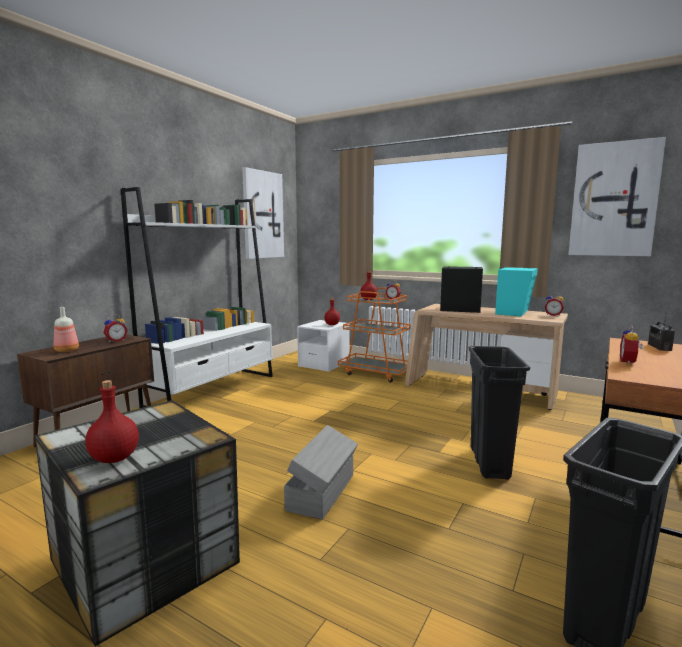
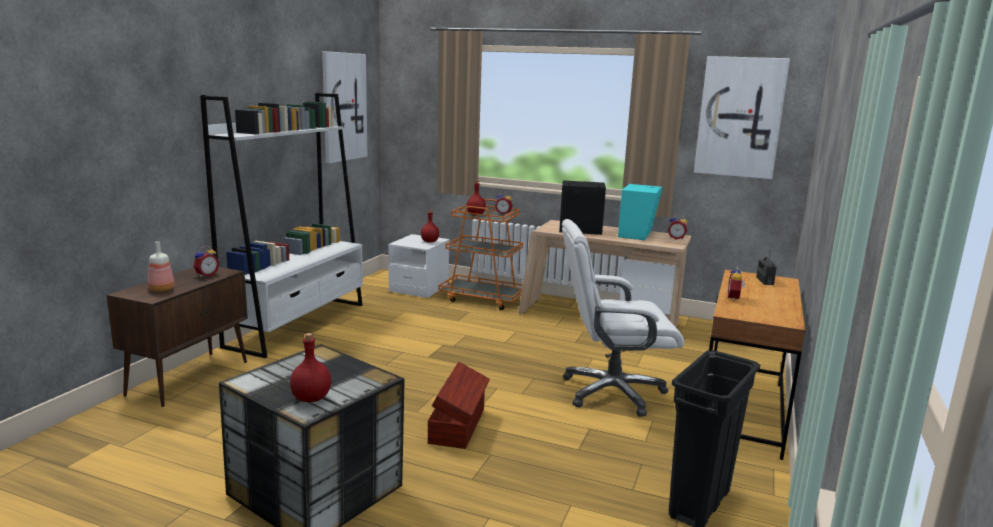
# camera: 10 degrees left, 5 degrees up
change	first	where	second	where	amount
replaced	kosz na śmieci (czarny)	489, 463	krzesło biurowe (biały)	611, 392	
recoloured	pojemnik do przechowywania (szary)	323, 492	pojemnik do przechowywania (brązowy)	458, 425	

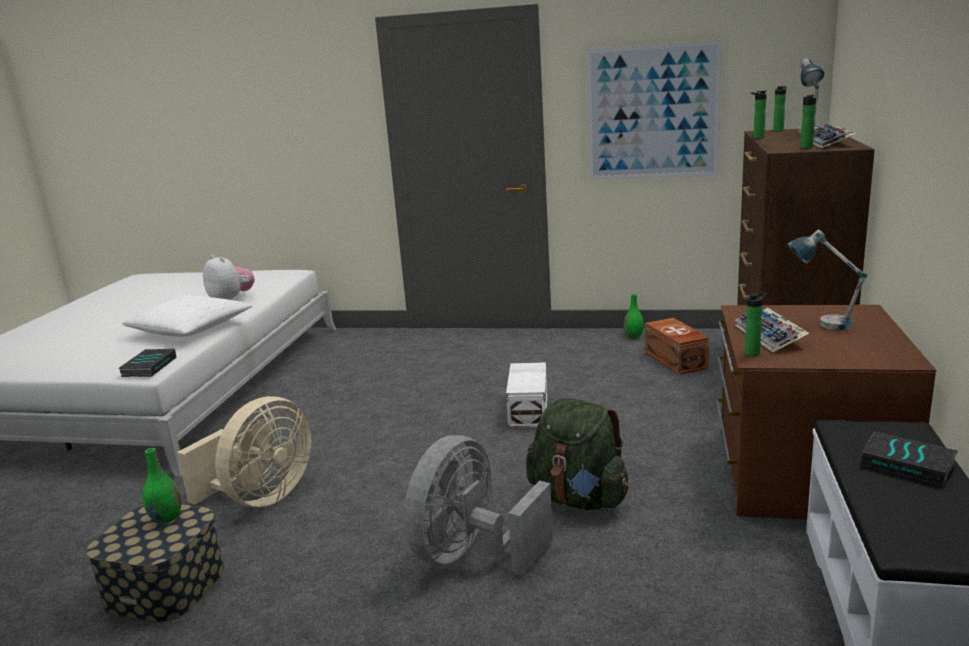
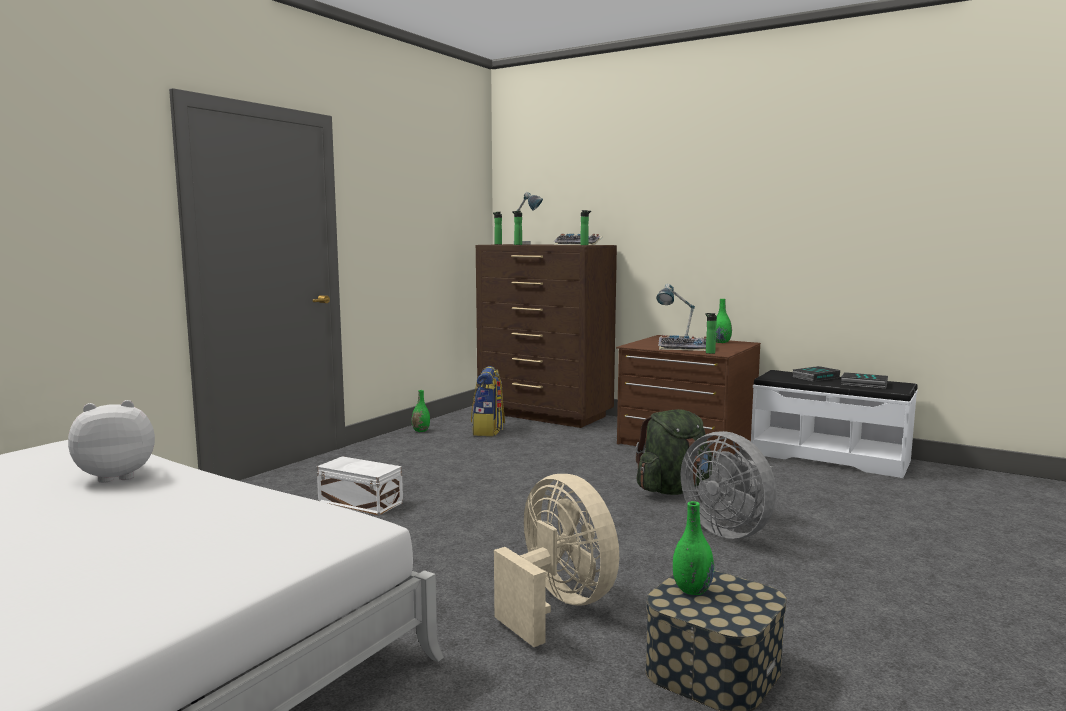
# camera: 70 degrees left, 10 degrees down
change	first	where	second	where	amount
removed	poduszka (biały)	191, 329			
removed	obraz	652, 112			
added			wazon (zielony)	721, 342	
moved	książka	148, 366		863, 384	
moved	pojemnik do przechowywania (biały)	529, 410		360, 502	
replaced	pojemnik do przechowywania (brązowy)	675, 360	plecak	488, 431	

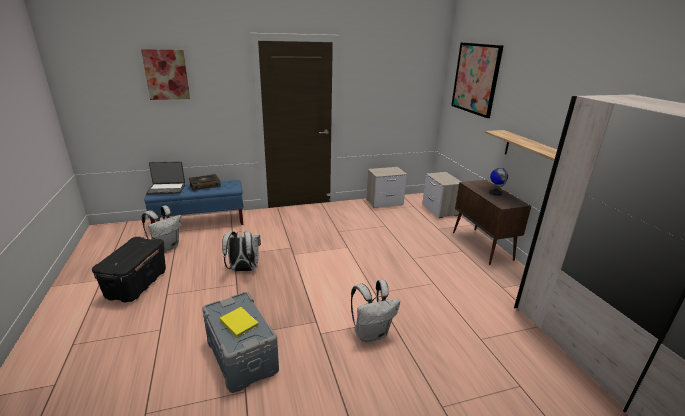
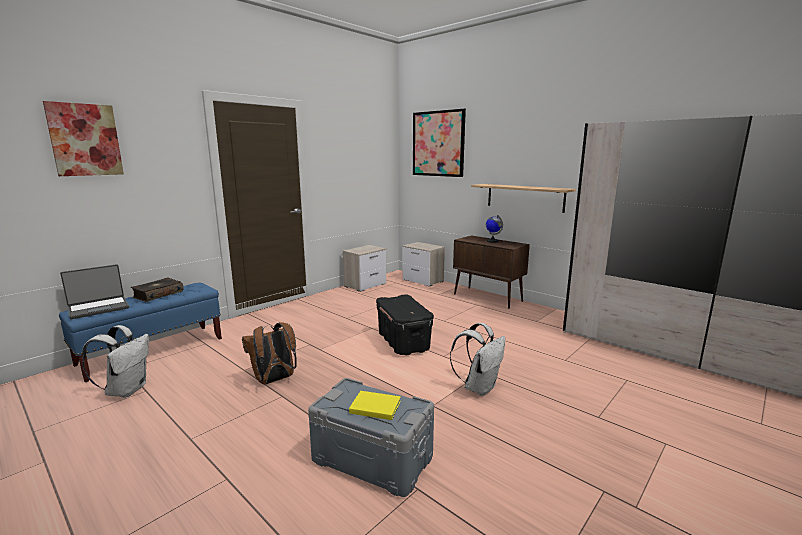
# camera: 30 degrees left, 10 degrees down
change	first	where	second	where	amount
moved	pojemnik do przechowywania (czarny)	137, 285		403, 342	
recoloured	plecak (biały)	243, 270	plecak (brązowy)	274, 380	

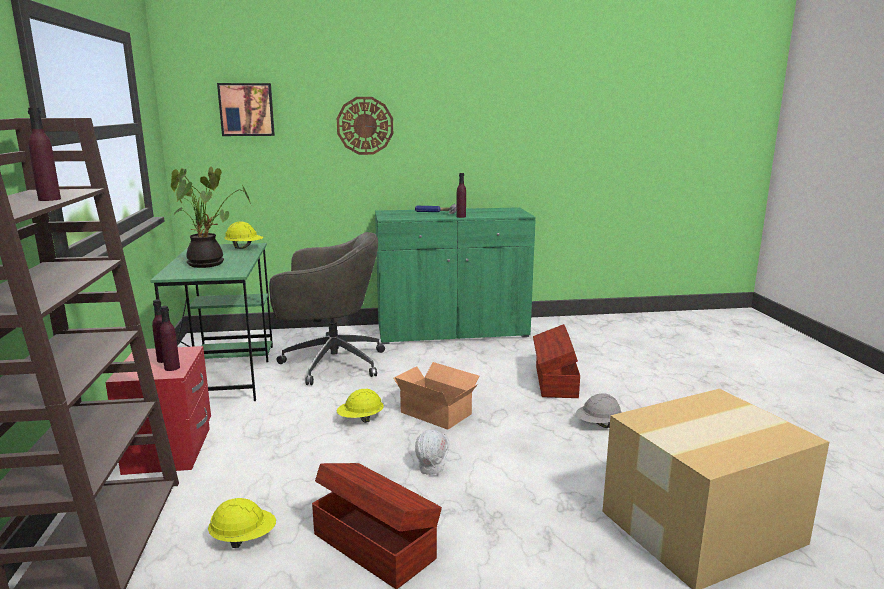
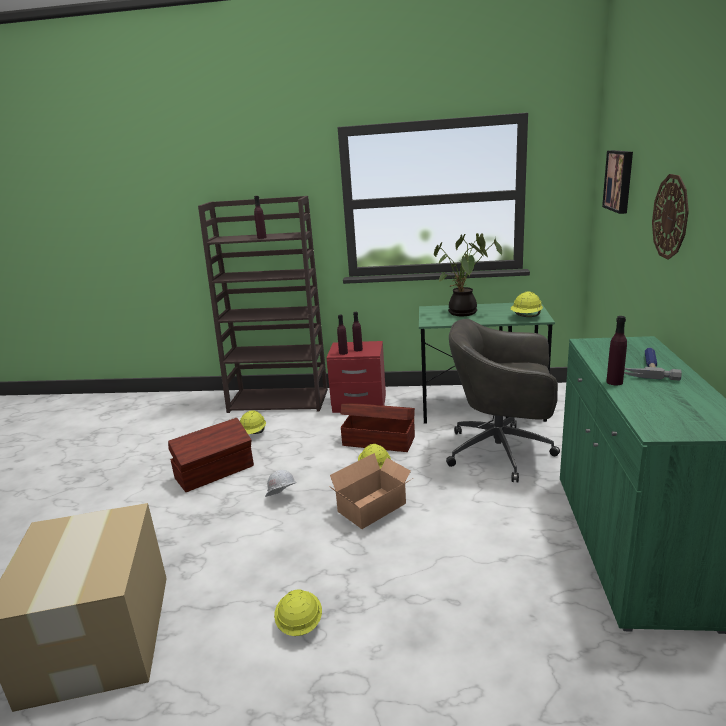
# camera: 105 degrees right, 5 degrees up
change	first	where	second	where	amount
moved	pojemnik do przechowywania (brązowy)	554, 381		378, 440	
recoloured	kask (szary)	598, 425	kask (żółty)	299, 624	
turned	krzesło biurowe (szary)	330, 363		502, 452	90 degrees clockwise

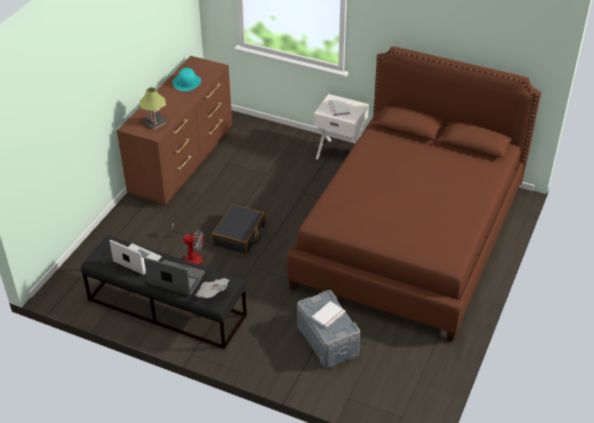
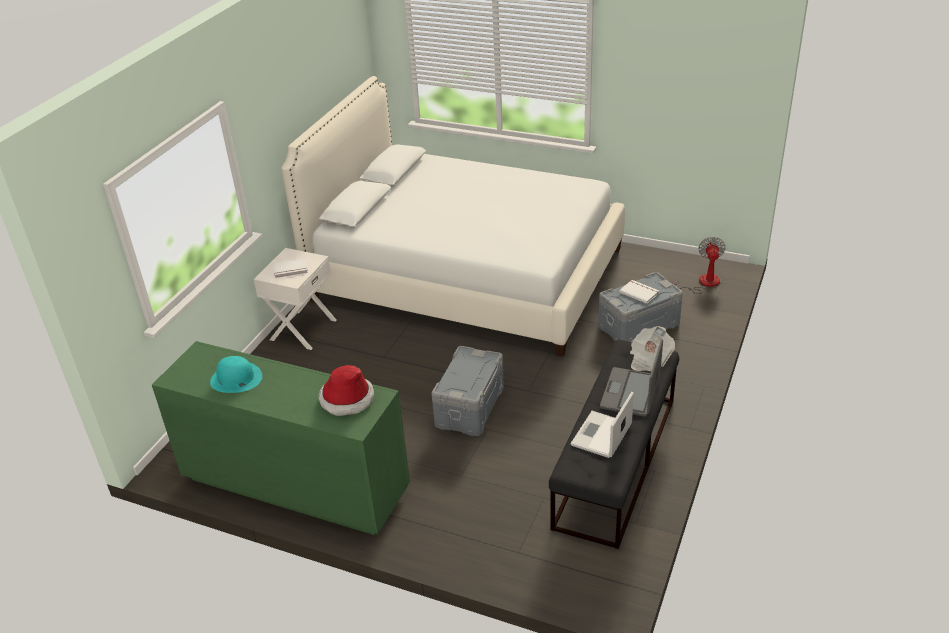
# camera: 90 degrees left, 5 degrees down
change	first	where	second	where	amount
moved	wentylator	190, 256		703, 283	
replaced	lampa stołowa	155, 122	kapelusz	347, 399	
replaced	walizka (czarny)	240, 235	pojemnik do przechowywania (szary)	469, 407	
recoloured	komoda (brązowy)	183, 161	komoda (zielony)	295, 485	
recoloured	łóżko (brązowy)	410, 237	łóżko (biały)	467, 275	

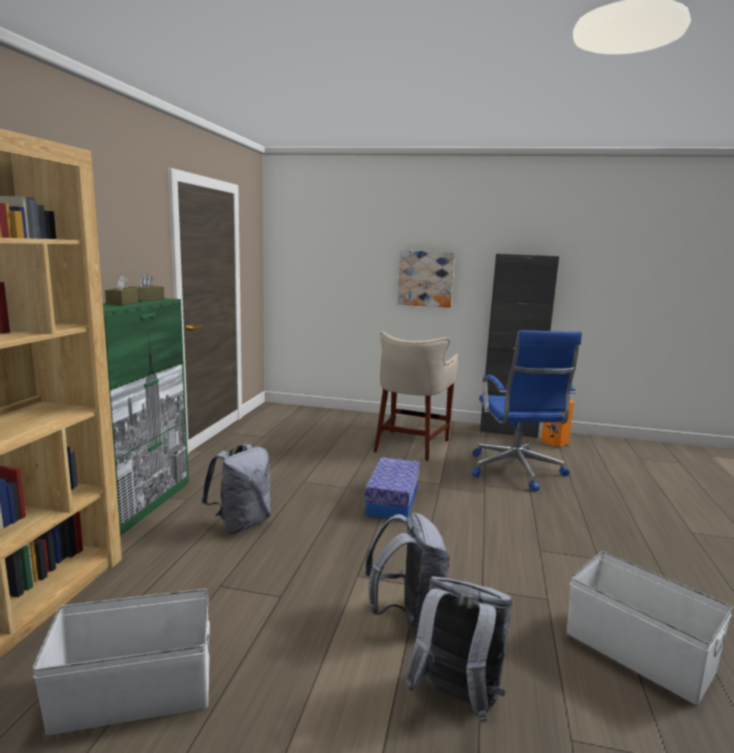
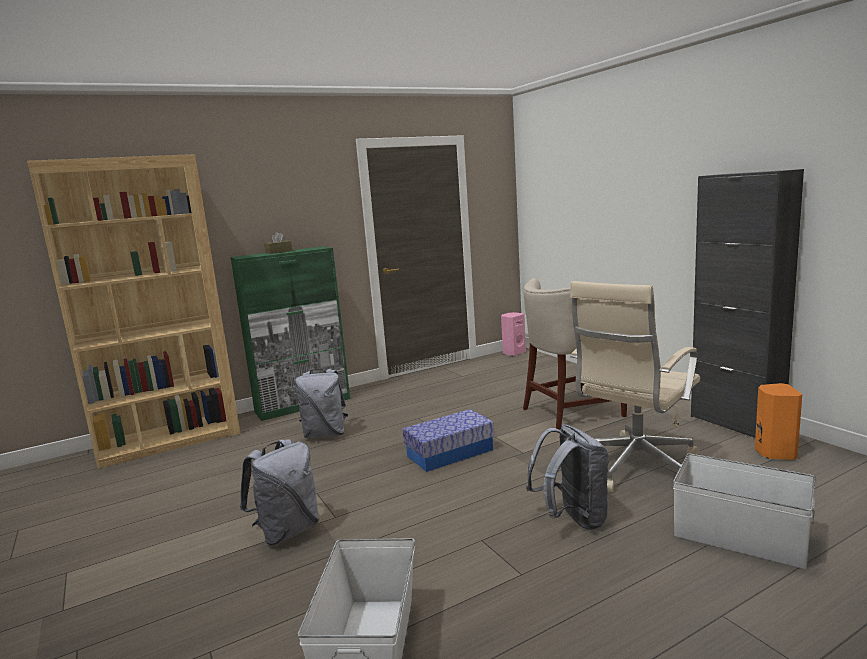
# camera: 50 degrees right, 0 degrees up
change	first	where	second	where	amount
removed	pudełko chusteczek (brązowy)	147, 299			
removed	obraz	425, 278			
added			głośnik (różowy)	513, 353	
moved	pojemnik do przechowywania (biały)	134, 692		739, 536	
moved	plecak (szary)	455, 700		572, 519	
recoloured	krzesło biurowe (niebieski)	515, 471	krzesło biurowe (beżowy)	634, 467	

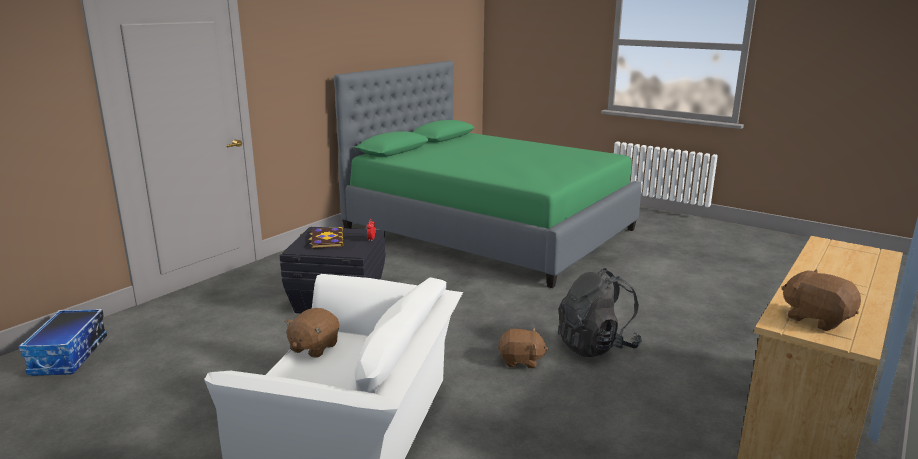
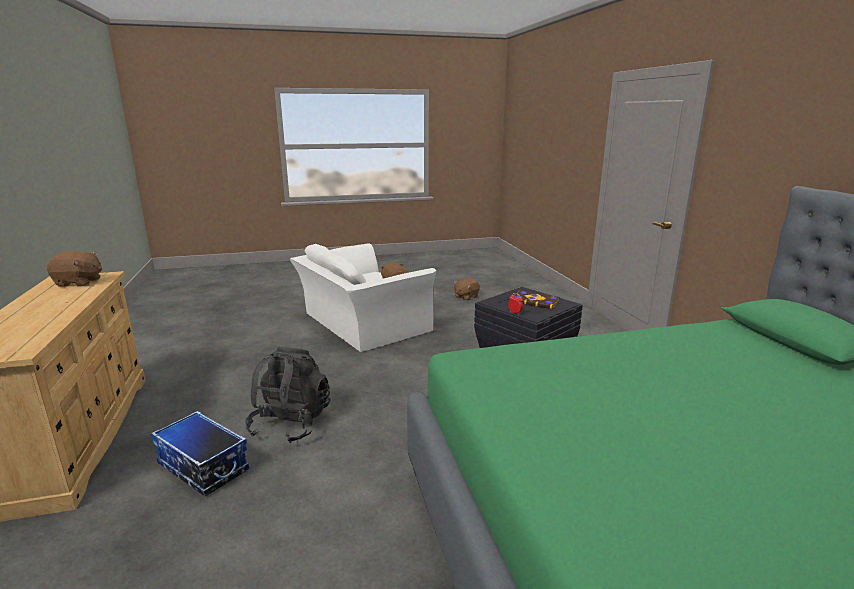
# camera: 130 degrees right, 0 degrees up
change	first	where	second	where	amount
moved	pojemnik do przechowywania	70, 356		202, 467	
moved	pluszak (brązowy)	521, 361		466, 297	

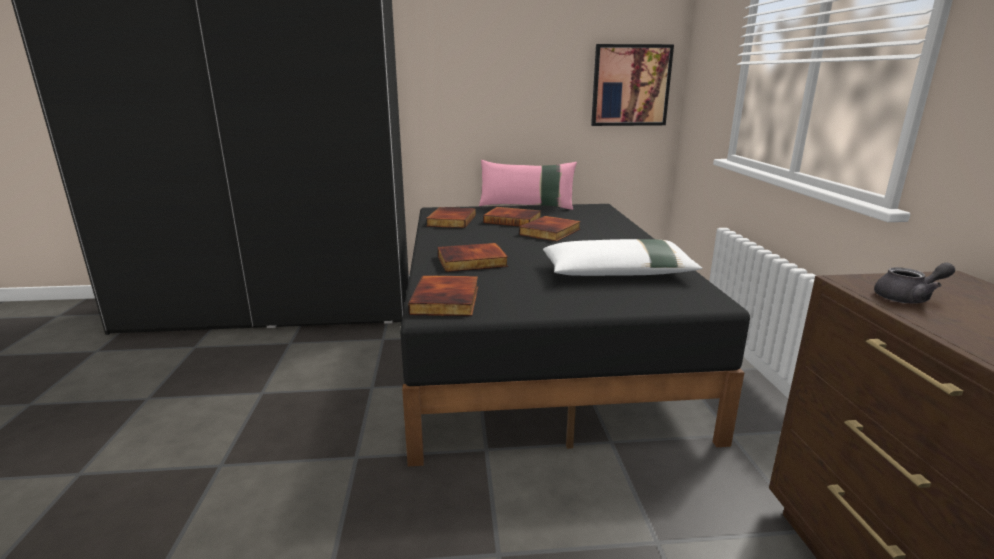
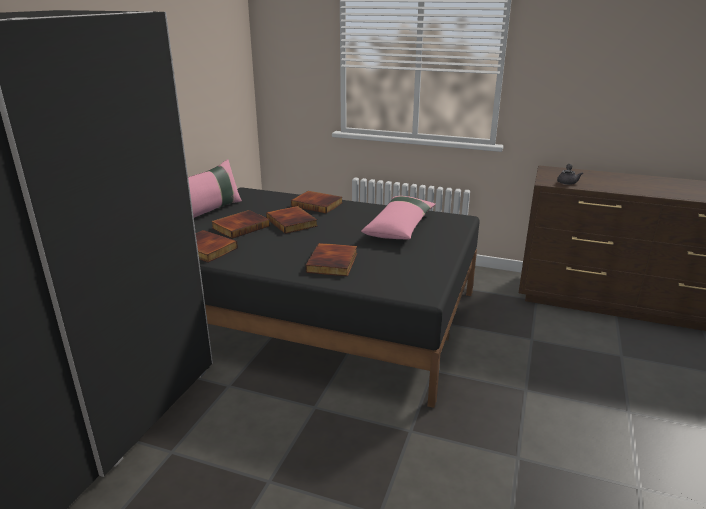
# camera: 65 degrees left, 5 degrees up
change	first	where	second	where	amount
removed	obraz	630, 85			
moved	książka	447, 300		317, 204	
recoloured	poduszka (biały)	618, 273	poduszka (różowy)	400, 226	

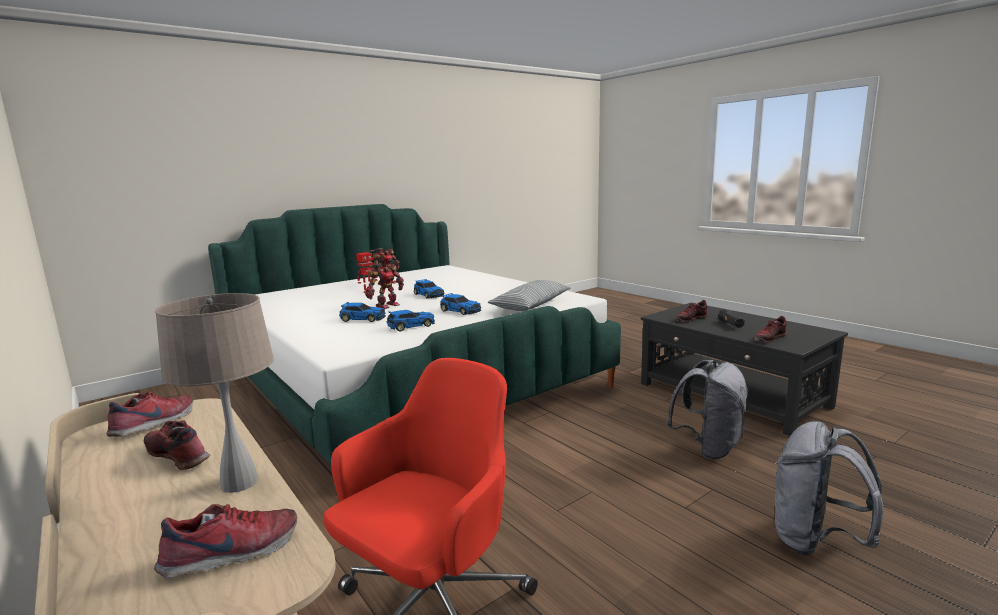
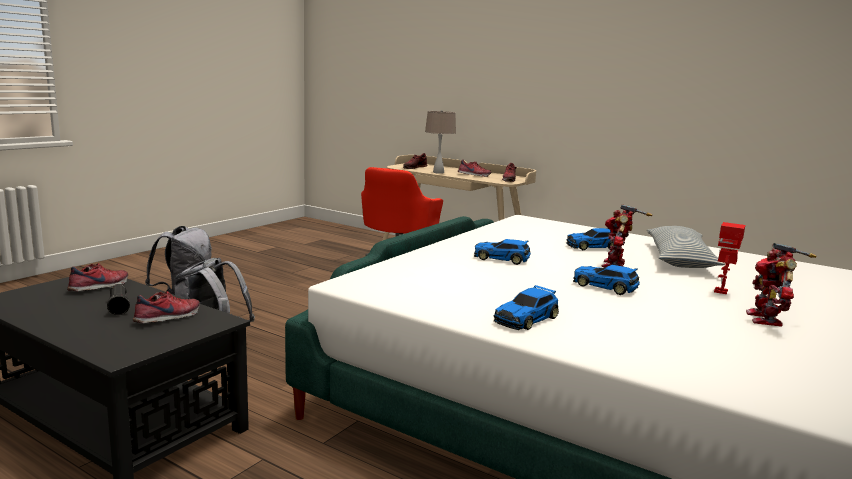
# camera: 160 degrees right, 0 degrees up
change	first	where	second	where	amount
moved	samochodzik	410, 326		527, 319	
moved	poduszka	531, 305		680, 259	

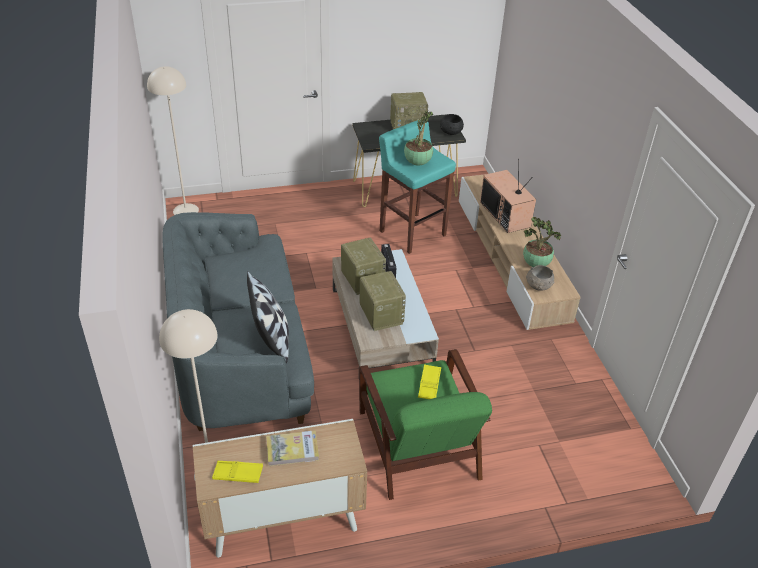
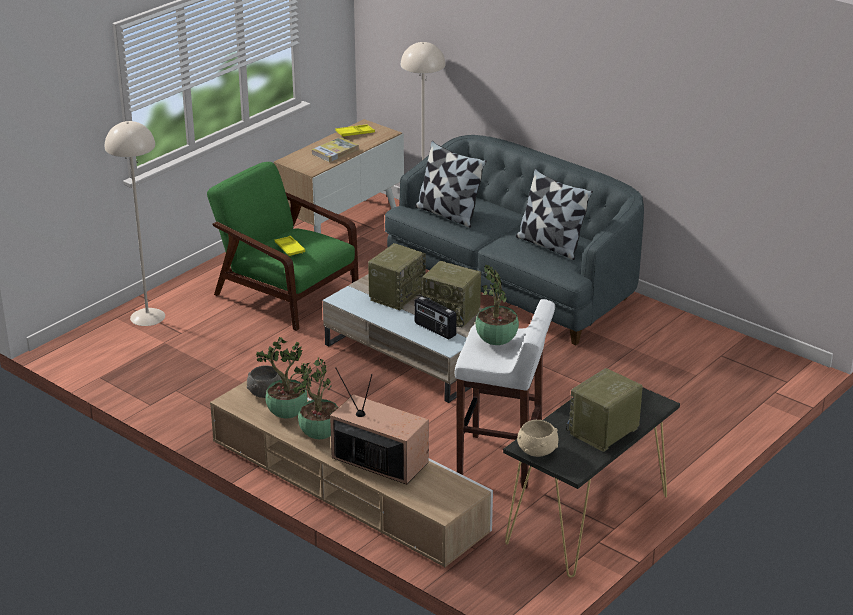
# camera: 145 degrees right, 10 degrees down
change	first	where	second	where	amount
added			roślina doniczkowa	319, 436	
added			poduszka	550, 245	
moved	lampa stojąca (beżowy)	186, 210		147, 317	
recoloured	stołek (turkusowy)	412, 233	stołek (biały)	501, 462	
recoloured	miska (czarny)	451, 132	miska (beżowy)	536, 450	
turned	radio	380, 314		397, 295	90 degrees counterclockwise

